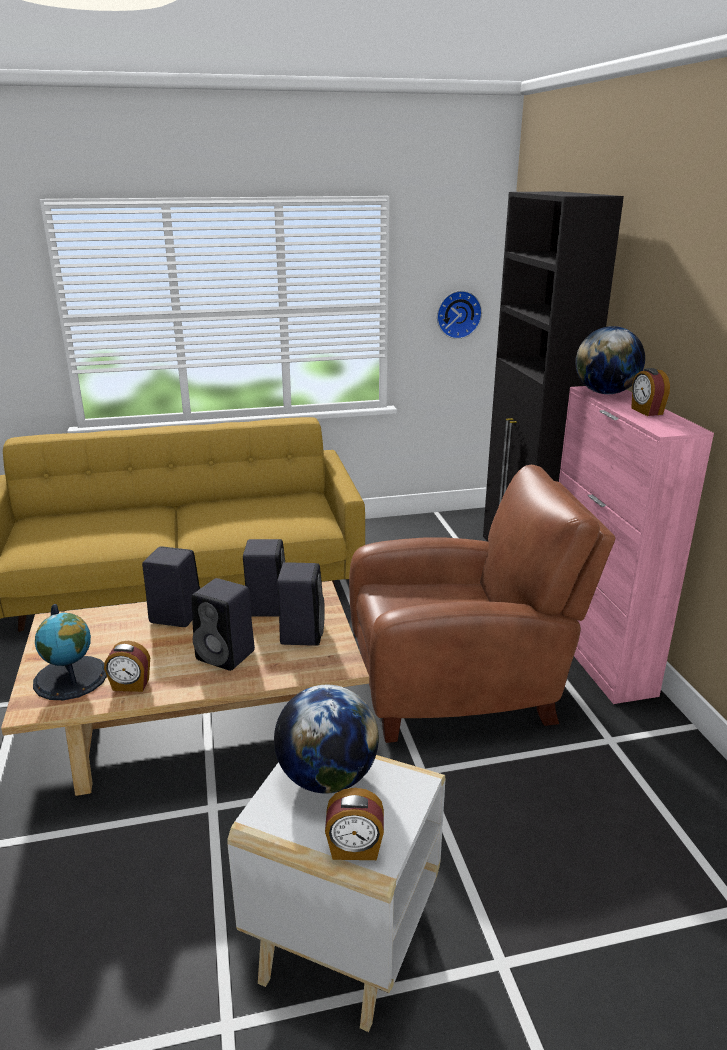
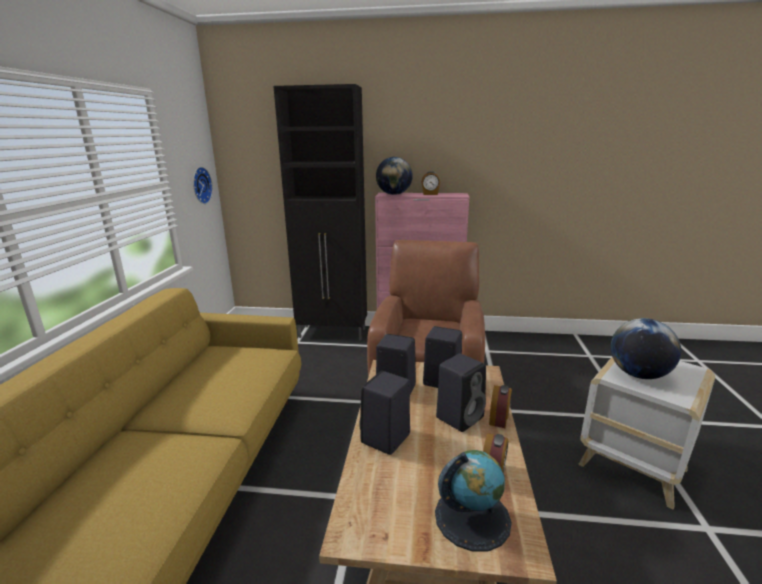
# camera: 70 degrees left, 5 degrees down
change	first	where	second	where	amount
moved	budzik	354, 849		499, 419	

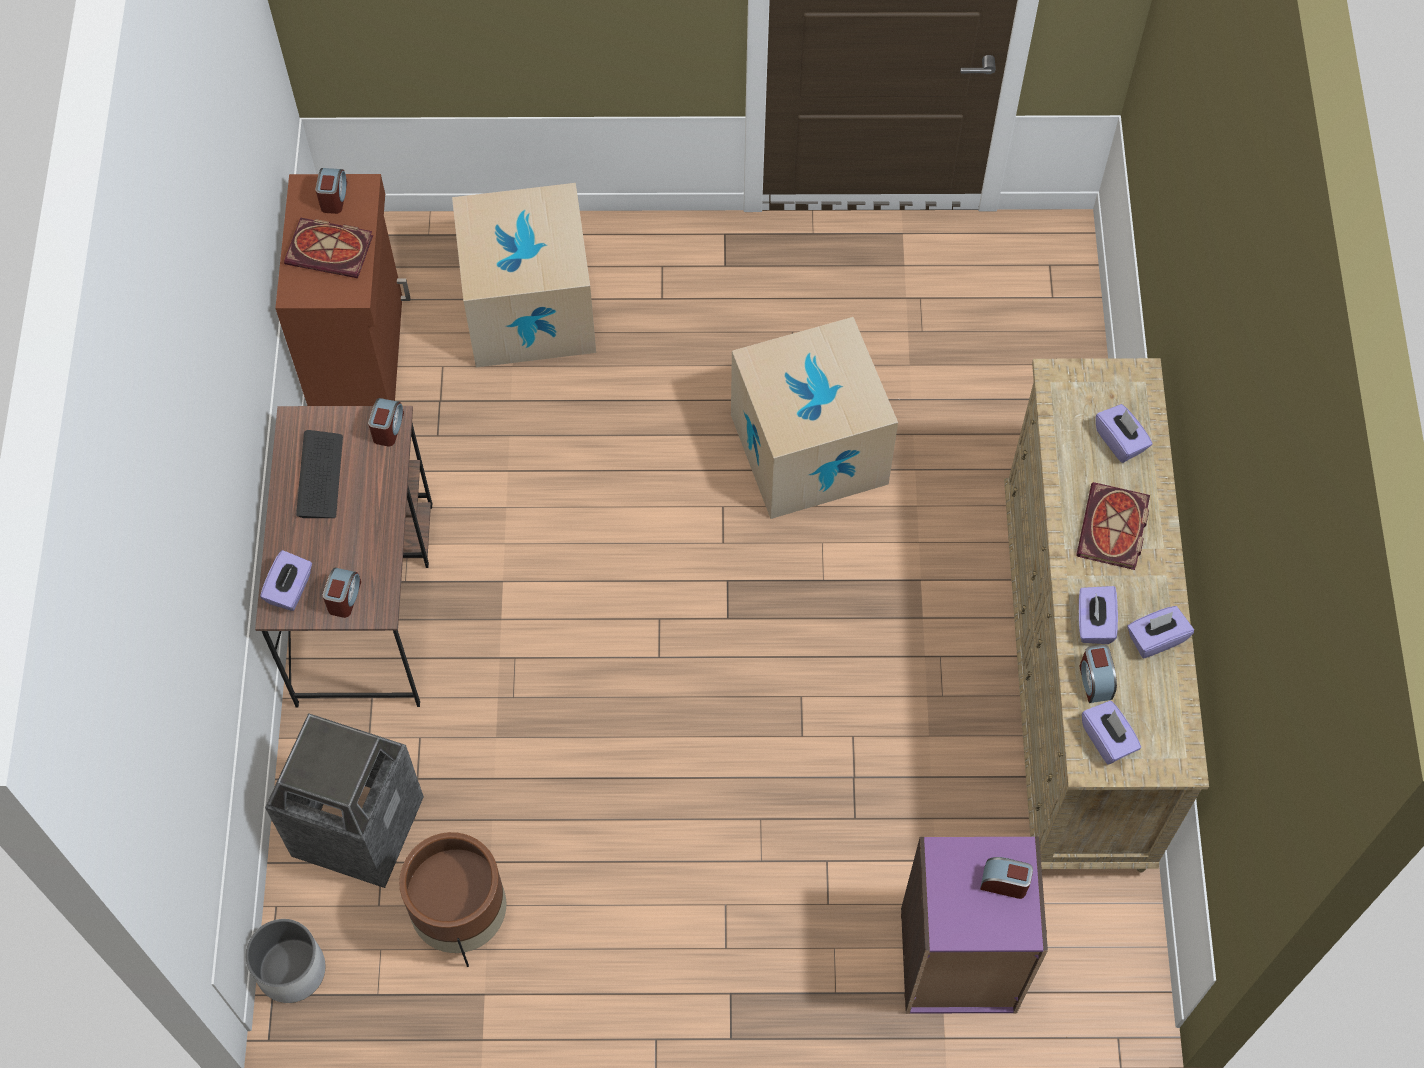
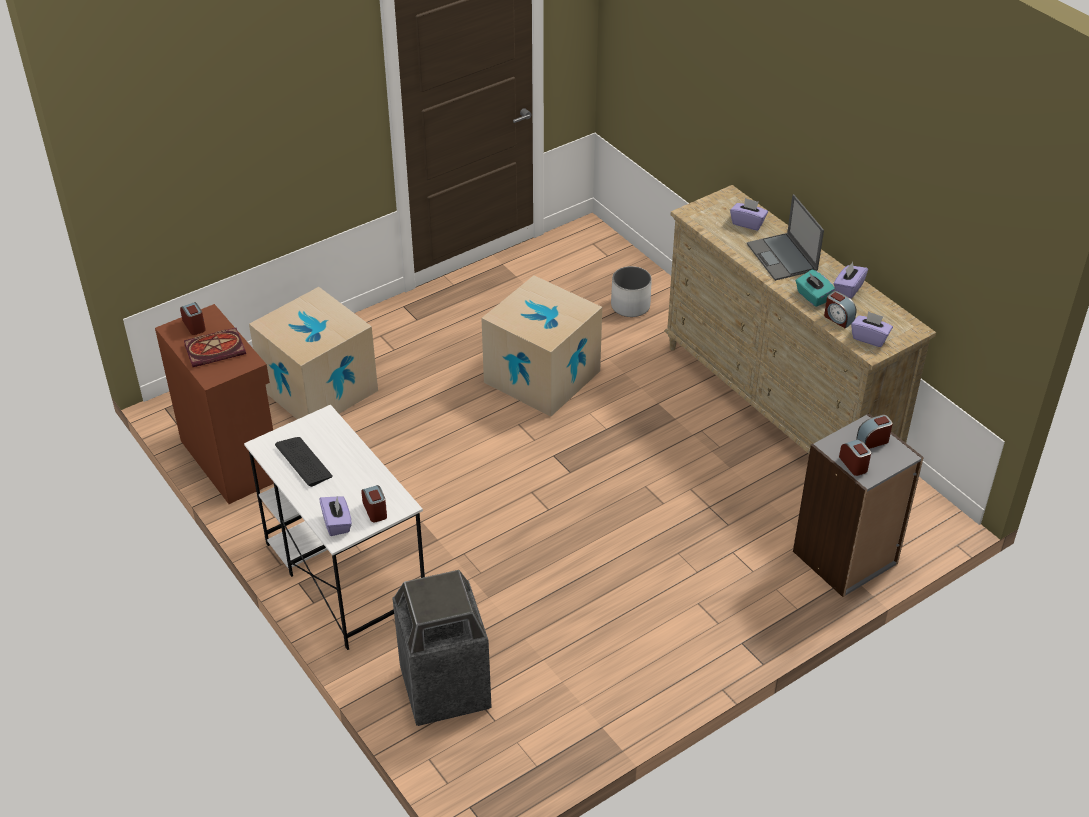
# camera: 35 degrees left, 20 degrees down
change	first	where	second	where	amount
removed	donica (brązowy)	462, 918			
moved	donica (biały)	292, 970		630, 306	
moved	budzik	388, 428		854, 464	
replaced	książka	1114, 530	laptop	782, 257	
recoloured	biurko (brązowy)	365, 600	biurko (biały)	344, 574	
recoloured	regał (fioletowy)	958, 962	regał (szary)	845, 558	
recoloured	pudełko chusteczek (fioletowy)	1093, 623	pudełko chusteczek (turkusowy)	813, 297	

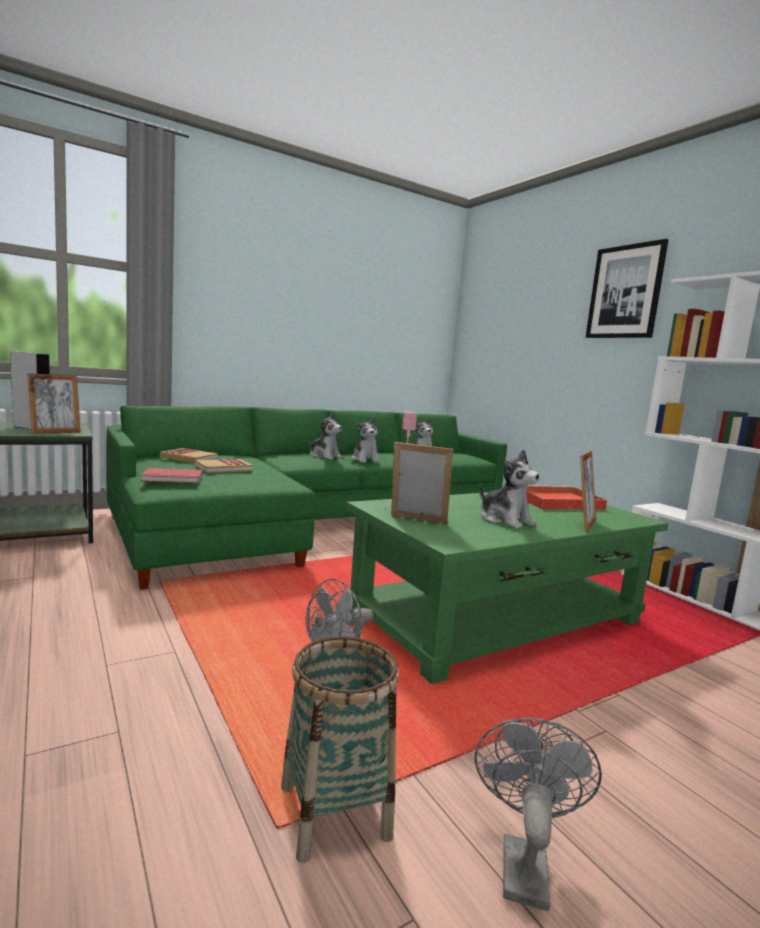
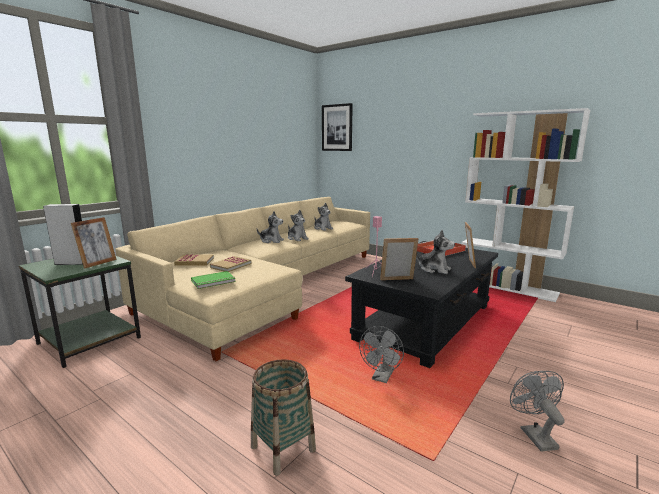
# camera: 20 degrees left, 5 degrees up
change	first	where	second	where	amount
moved	koszyk	334, 812		283, 448	
moved	obraz	625, 292		337, 127	
recoloured	kanapa (zielony)	309, 523	kanapa (beżowy)	267, 287	
recoloured	książka (czerwony)	172, 478	książka (zielony)	214, 281	
recoloured	ława (zielony)	498, 618	ława (czarny)	425, 322	

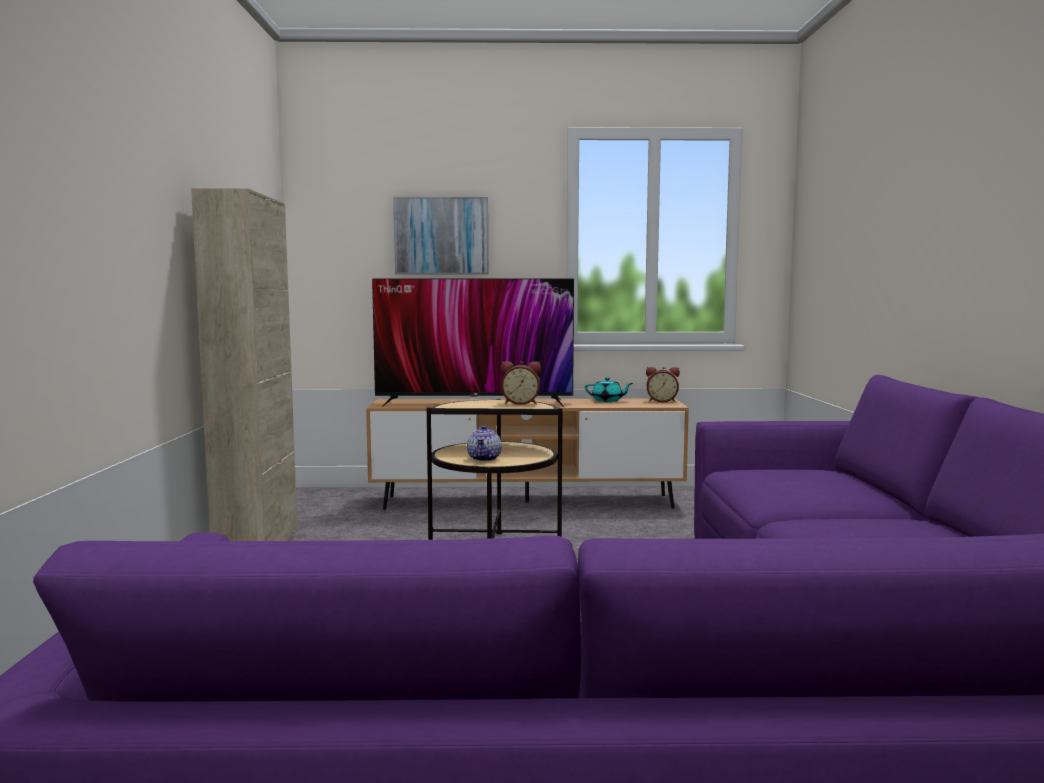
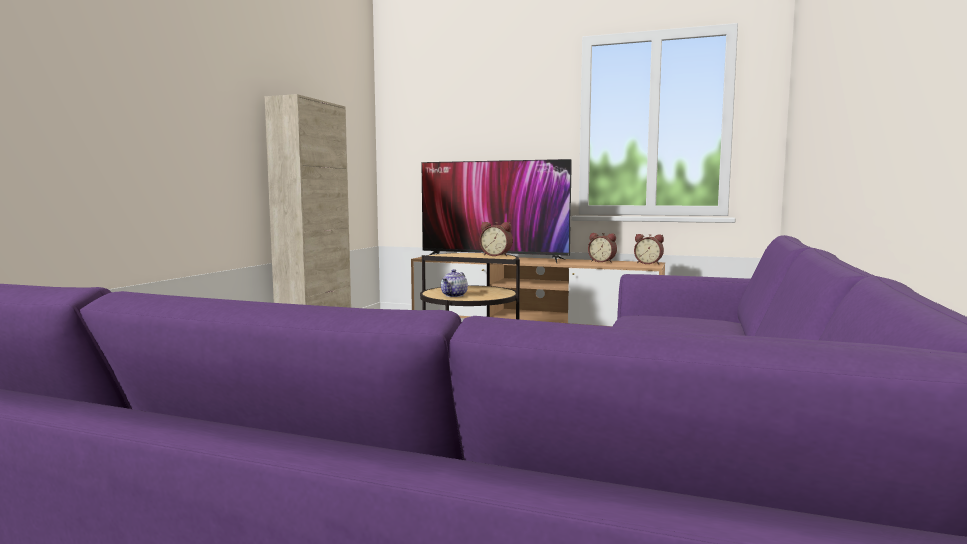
# camera: 20 degrees right, 0 degrees up
change	first	where	second	where	amount
removed	obraz	441, 236			
replaced	imbryk (turkusowy)	607, 401	budzik	602, 261	

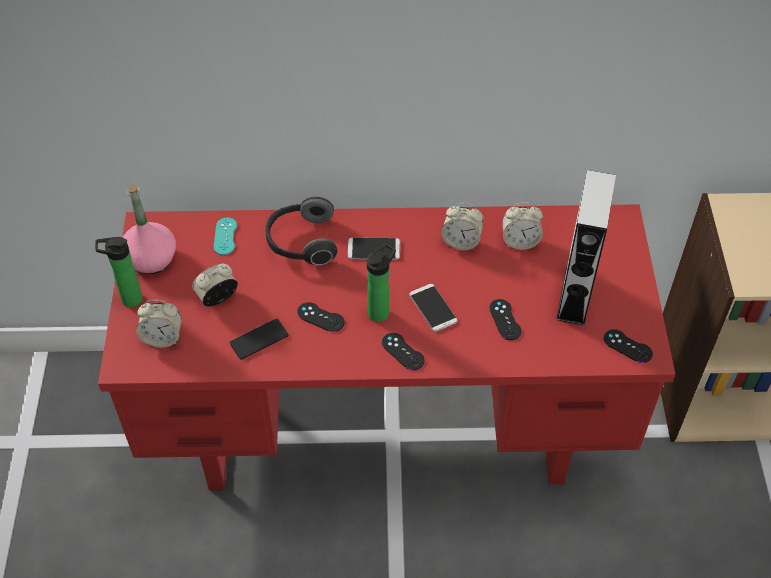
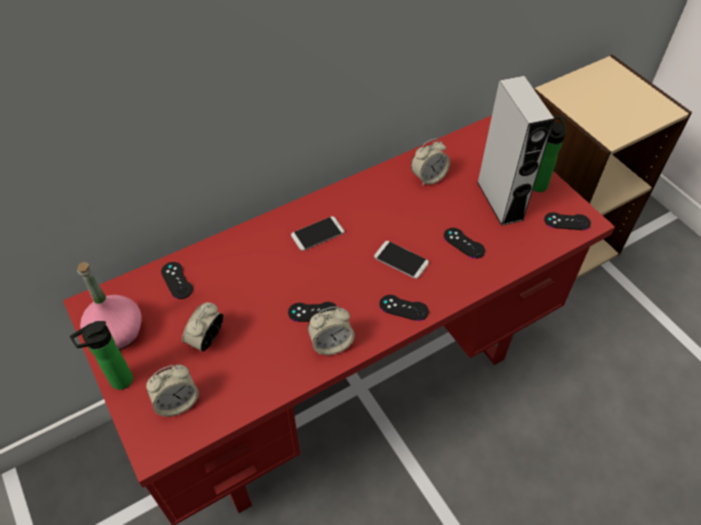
# camera: 30 degrees left, 0 degrees up
change	first	where	second	where	amount
removed	telefon	259, 339			
removed	słuchawki	301, 242			
moved	butelka	380, 311		538, 183	
moved	budzik	461, 242		331, 344	
recoloured	pad do gier (turkusowy)	225, 236	pad do gier (czarny)	177, 280	

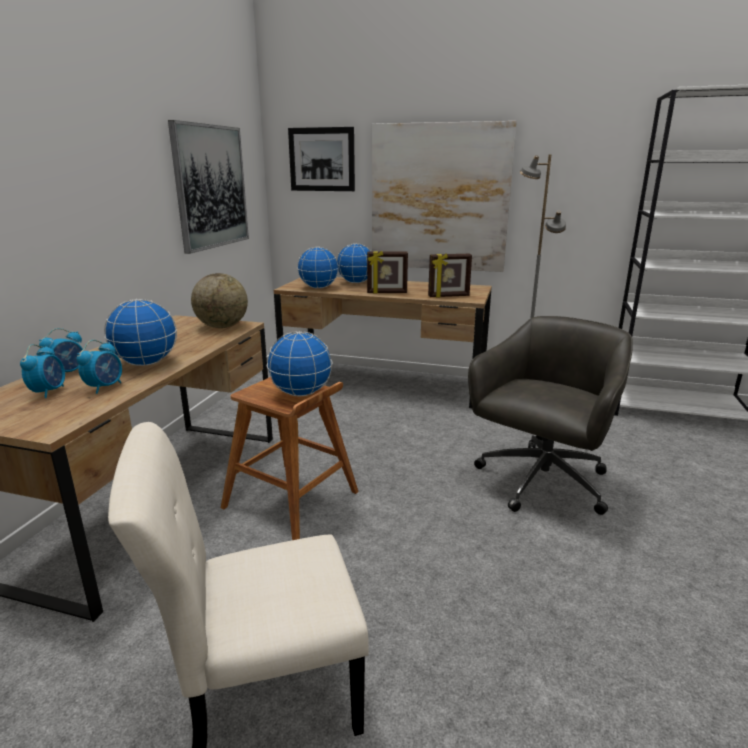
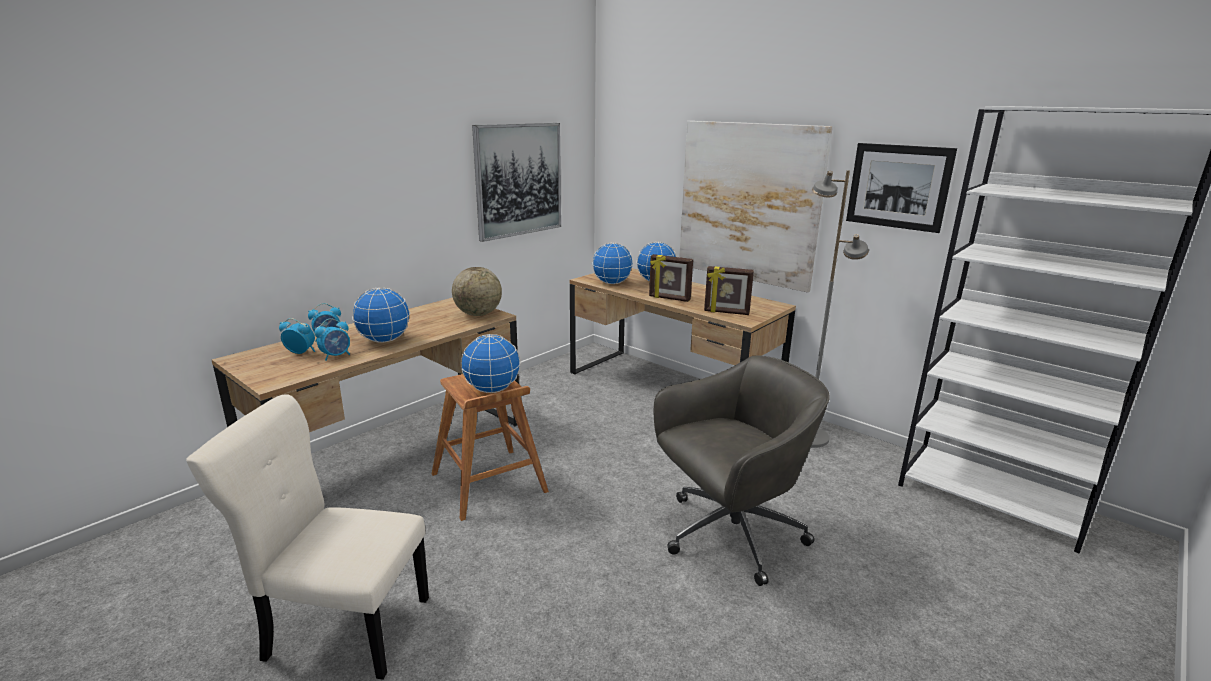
# camera: 25 degrees right, 0 degrees up
change	first	where	second	where	amount
moved	obraz	322, 159		898, 186	
turned	budzik	49, 392		300, 352	105 degrees counterclockwise

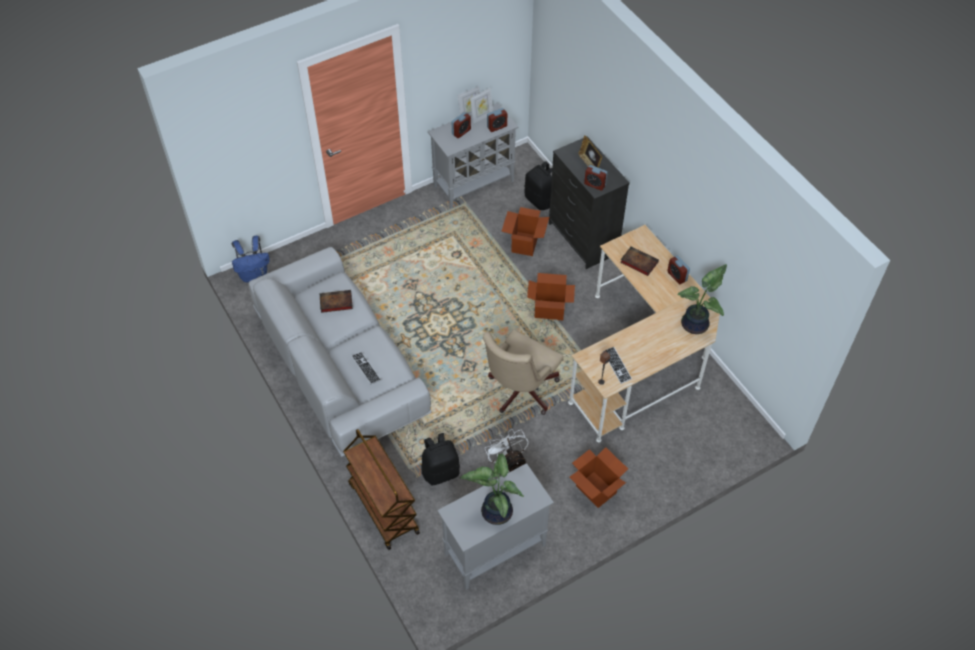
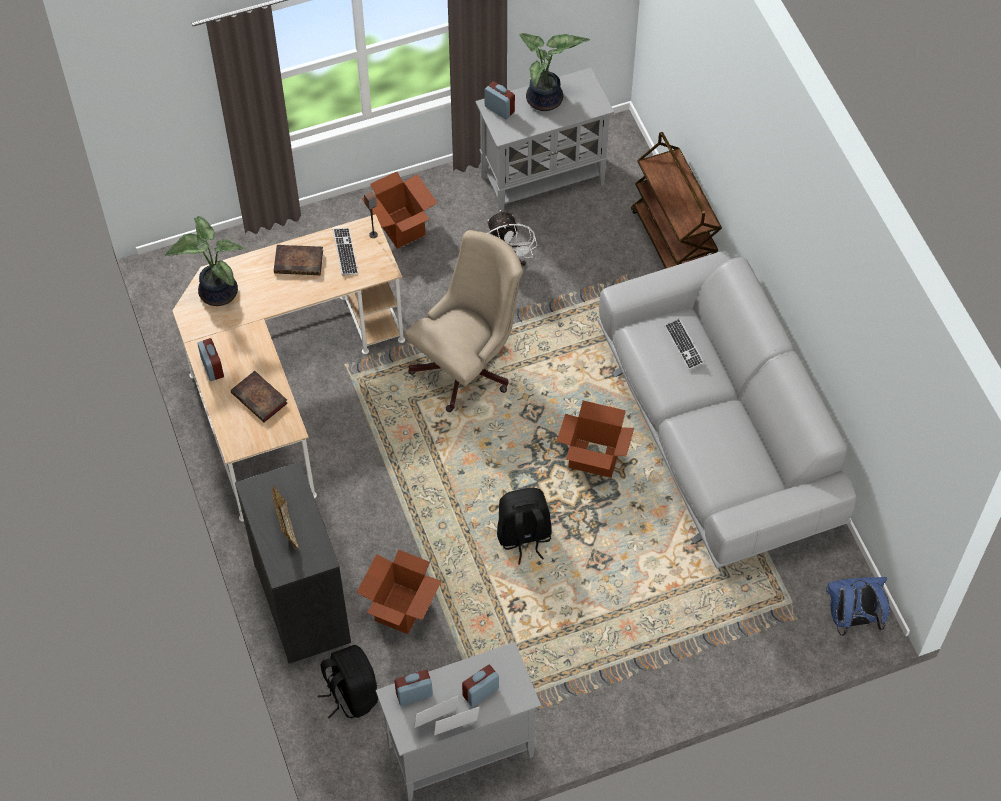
# camera: 170 degrees left, 5 degrees up
change	first	where	second	where	amount
moved	książka	335, 303		300, 262	
moved	plecak (czarny)	441, 471		524, 537	
moved	karton	549, 310		593, 458	
moved	budzik	595, 184		499, 109	

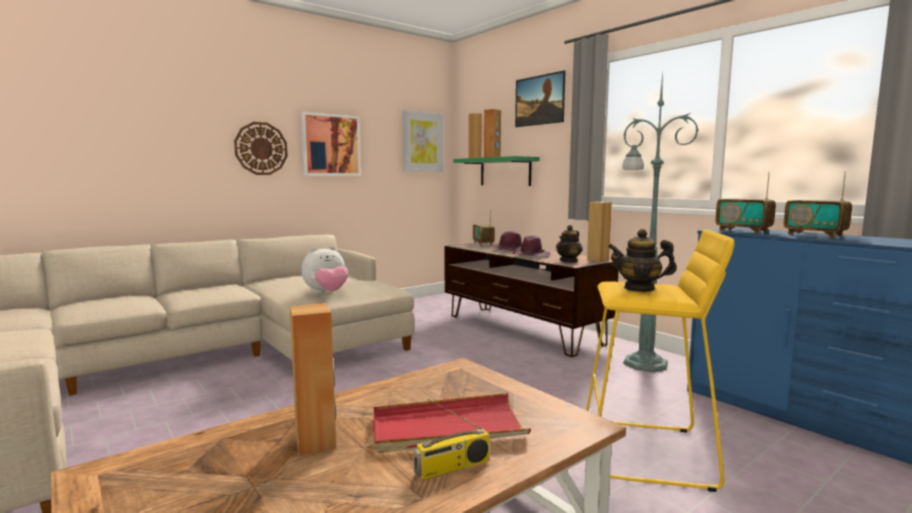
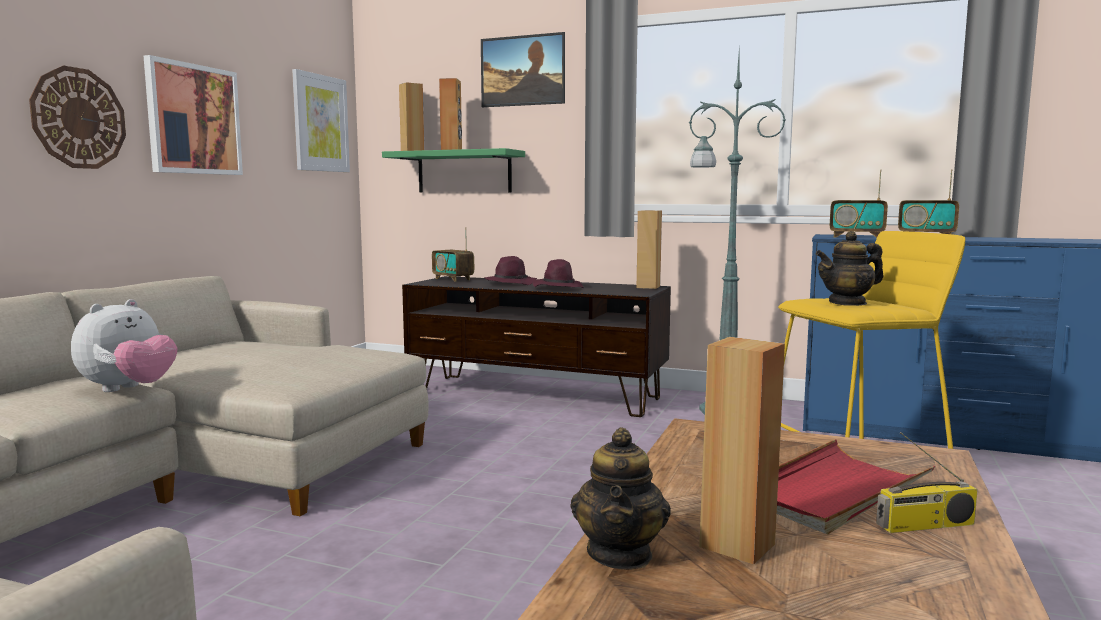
# camera: 30 degrees left, 0 degrees up
change	first	where	second	where	amount
moved	pluszak	326, 293		129, 389	
moved	imbryk	569, 261		620, 554	
turned	radio	452, 467		925, 525	45 degrees clockwise

